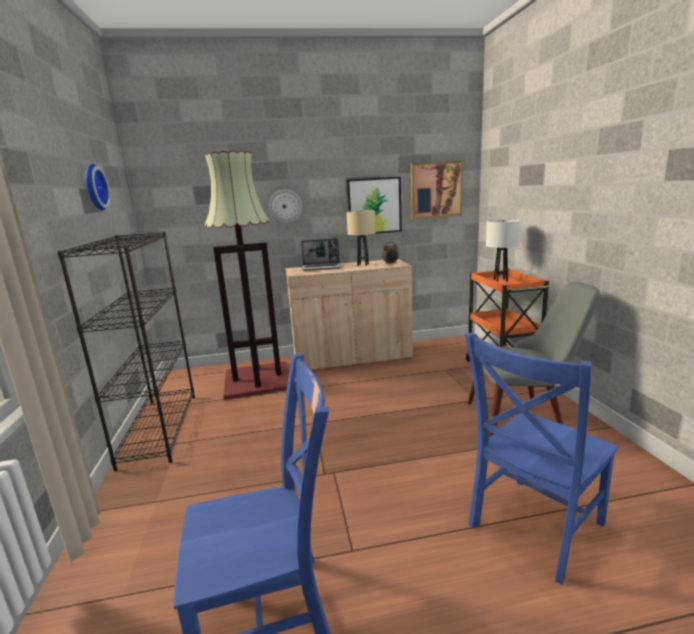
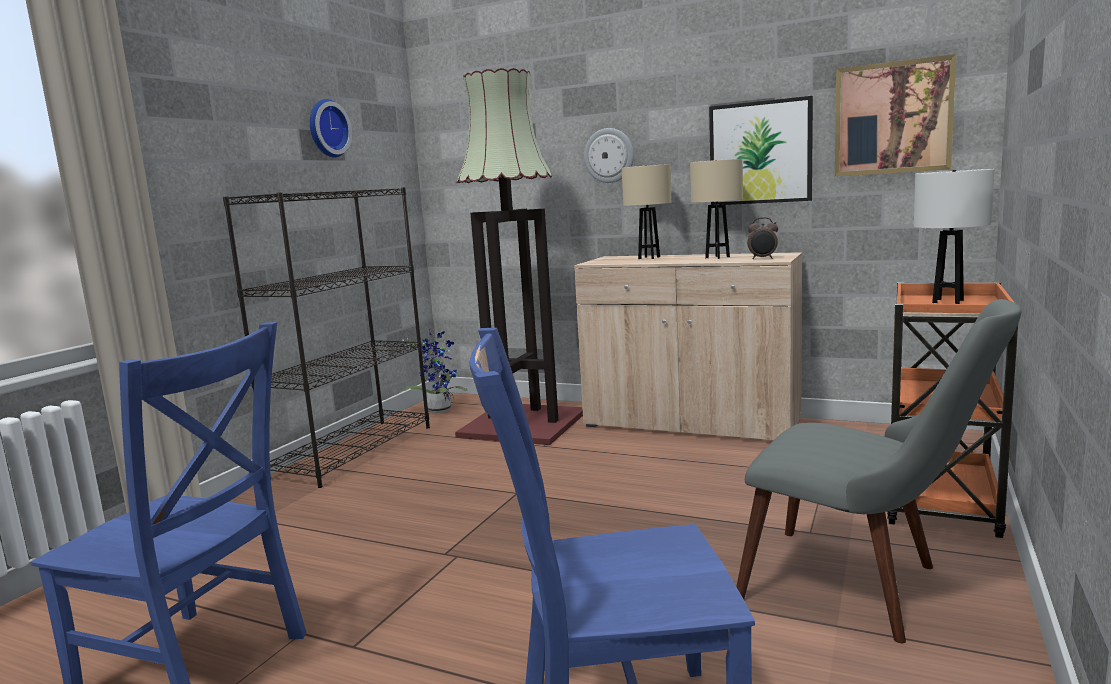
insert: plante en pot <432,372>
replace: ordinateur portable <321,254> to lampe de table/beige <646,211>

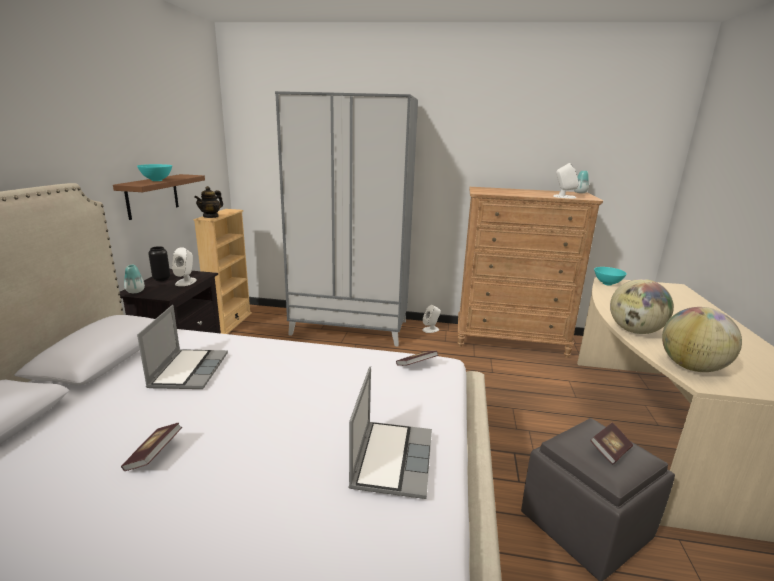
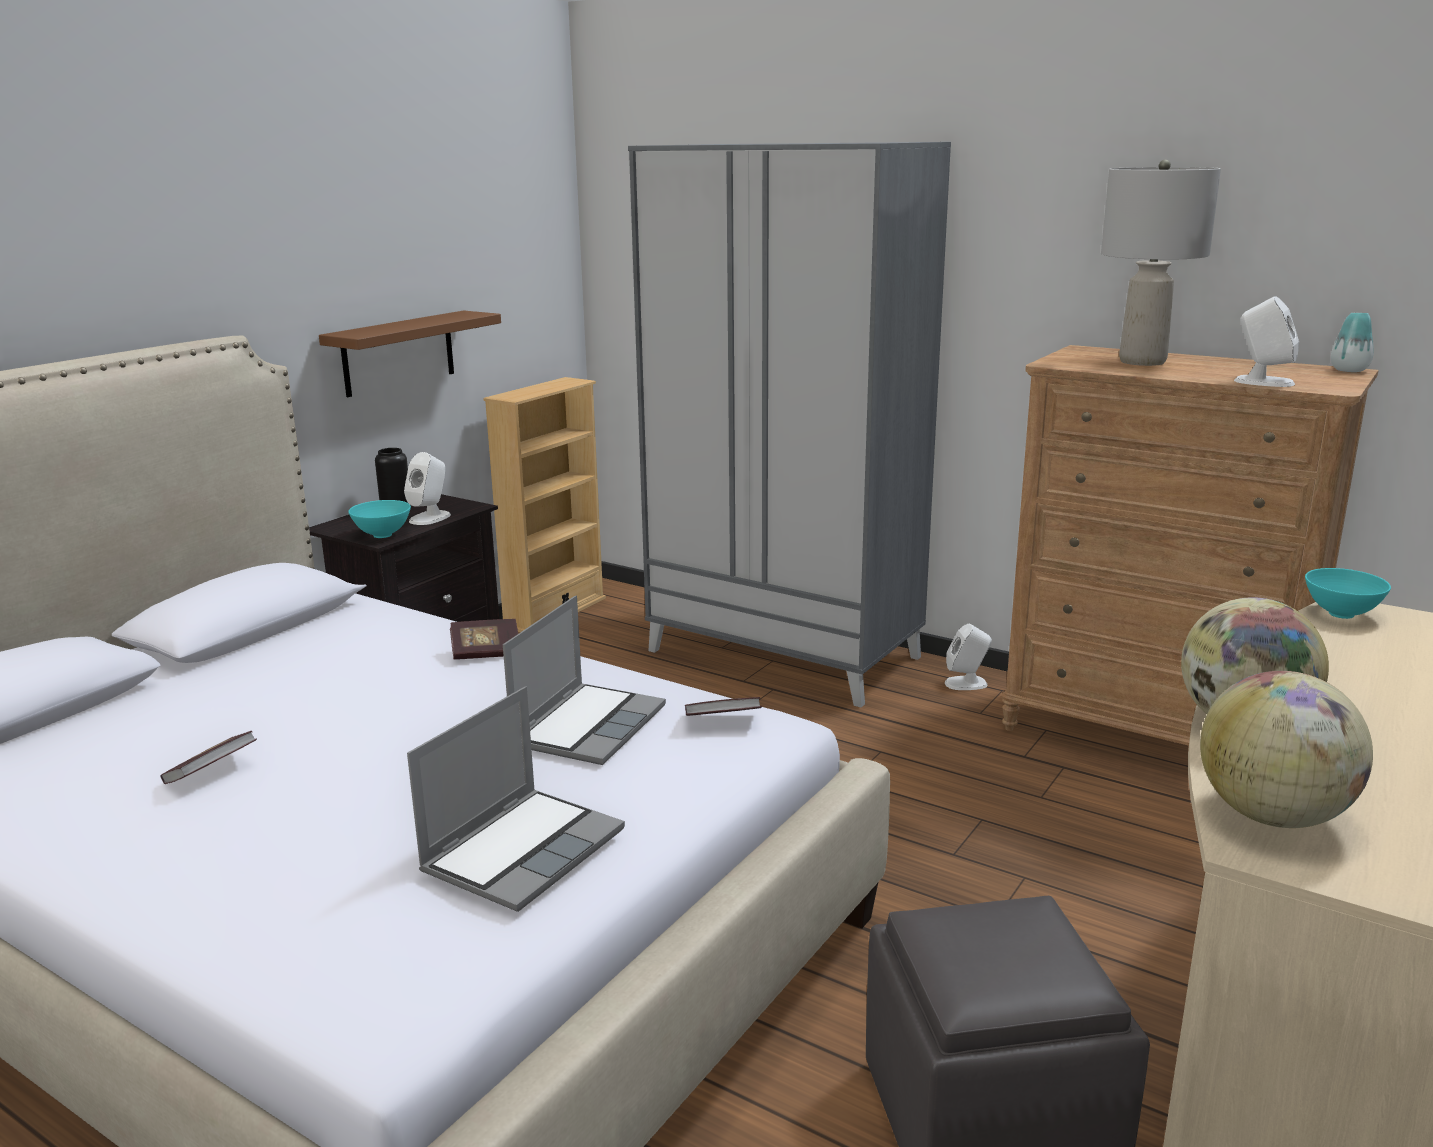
delete: vase <134,279>; théière <208,202>
insert: lampe de table/gris <1161,263>
move: bol/turquoise <154,172> to <379,519>; ordinateur portable <182,347> to <584,680>; livre <611,443> to <484,639>

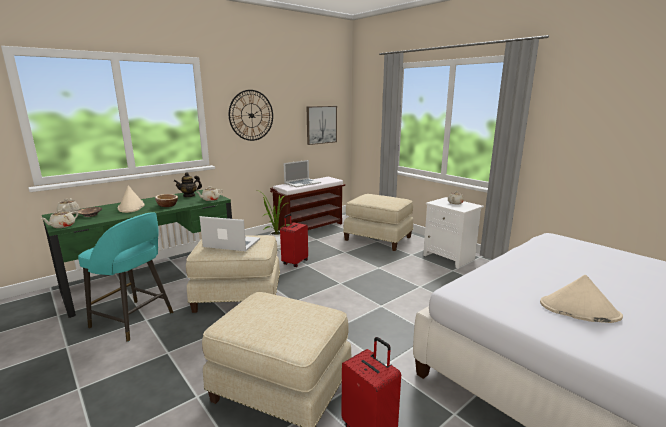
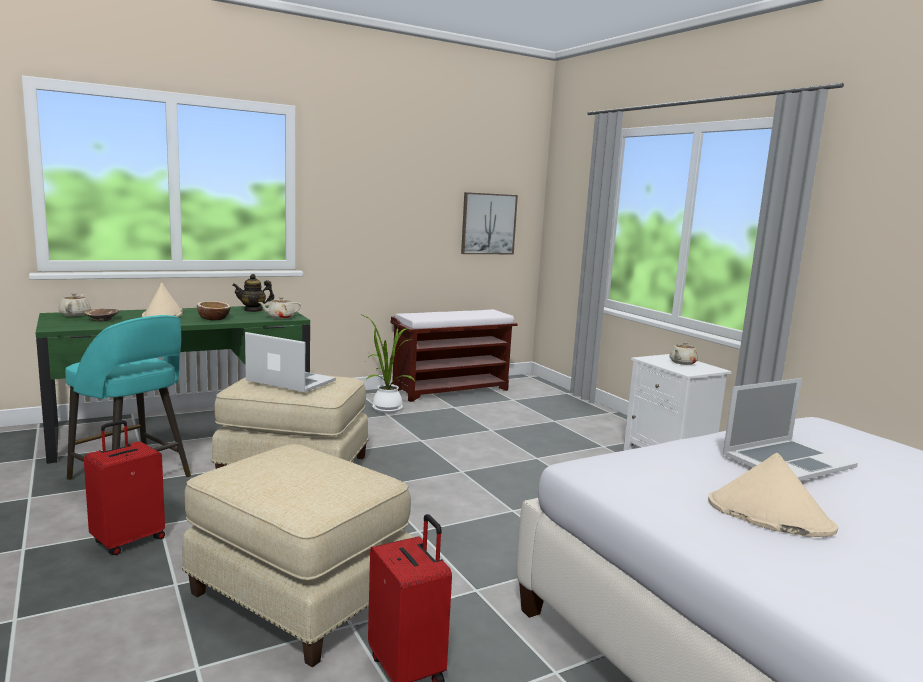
delete: théière/beige <59,219>; horloge murale <251,115>; pouf/beige <378,222>
move: valise/rouge <294,240> to <124,487>; ordinateur portable <302,173> to <790,429>

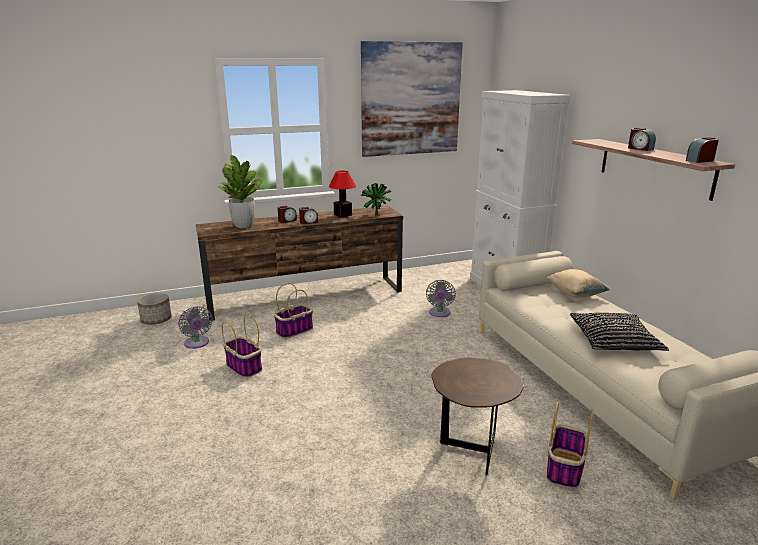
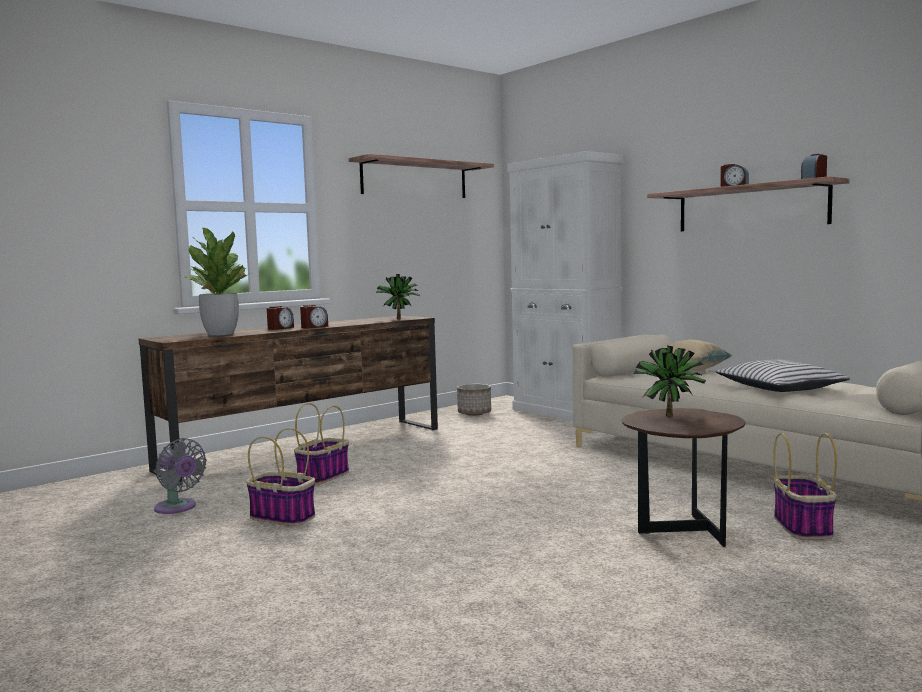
delete: lampe de table <342,194>; ventilateur/gris <441,298>
insert: plante en pot <670,381>
move: cache-pot <154,309> to <474,400>
replace: tableau <412,99> to étagère <421,176>
recolor: coussin/noir <619,332> to coussin/blanc <783,375>

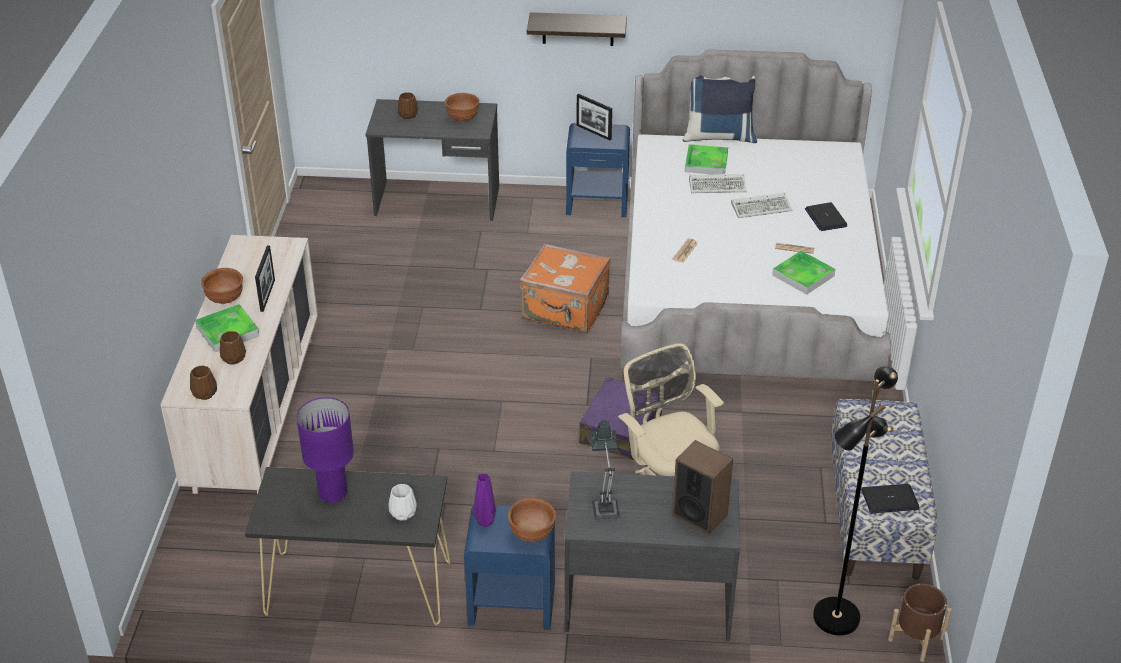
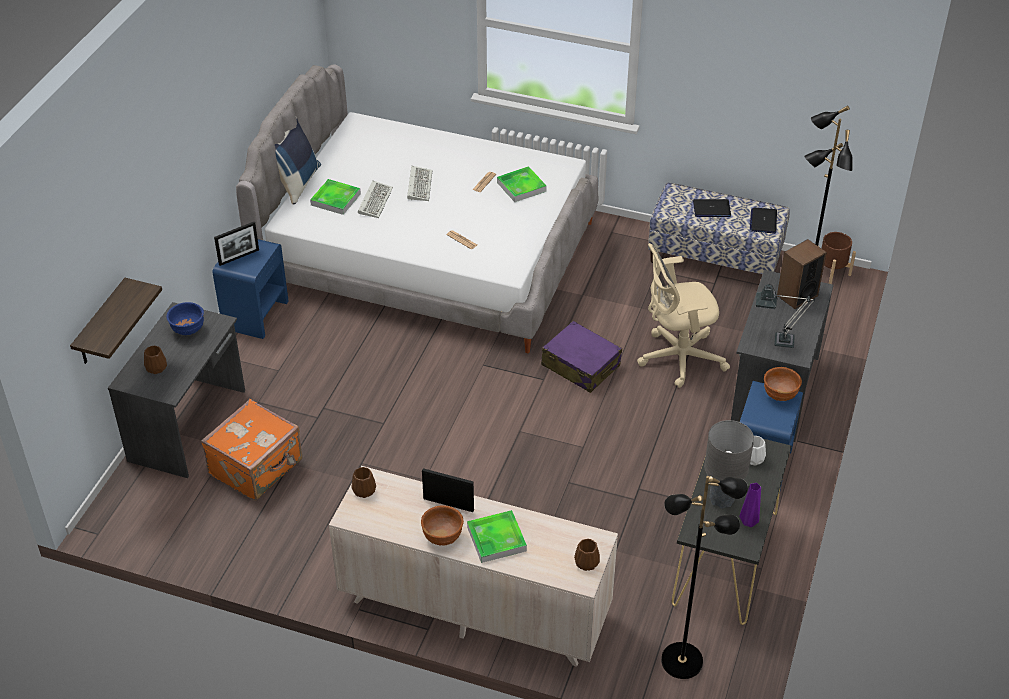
insert: lampadaire/noir <704,577>
move: vase/marron <233,348> to <364,482>; vase/violet <484,500> to <750,505>; valise/orange <565,288> to <252,450>; étagère <577,29> to <116,321>; ordinateur portable <826,216> to <712,208>
recolor: lampe de table/violet <325,450> to lampe de table/gris <729,464>; bol/marron <462,107> to bol/bleu <185,318>

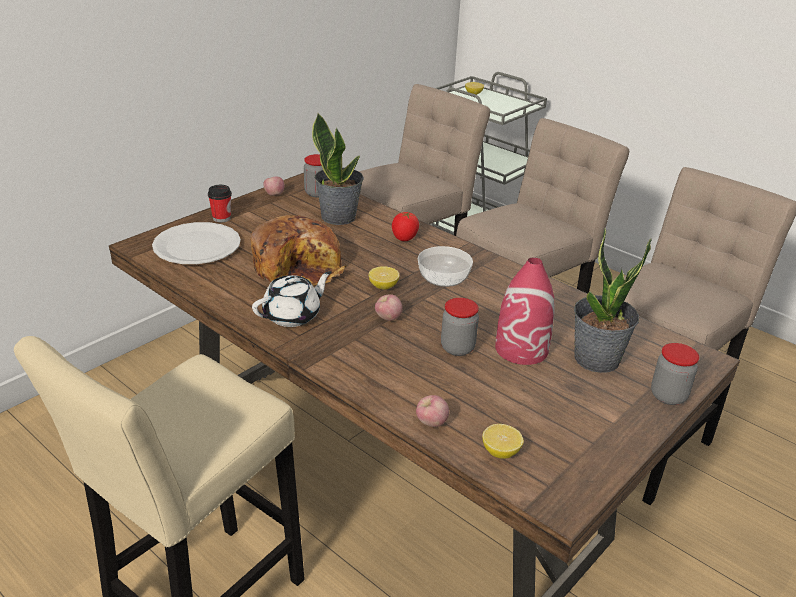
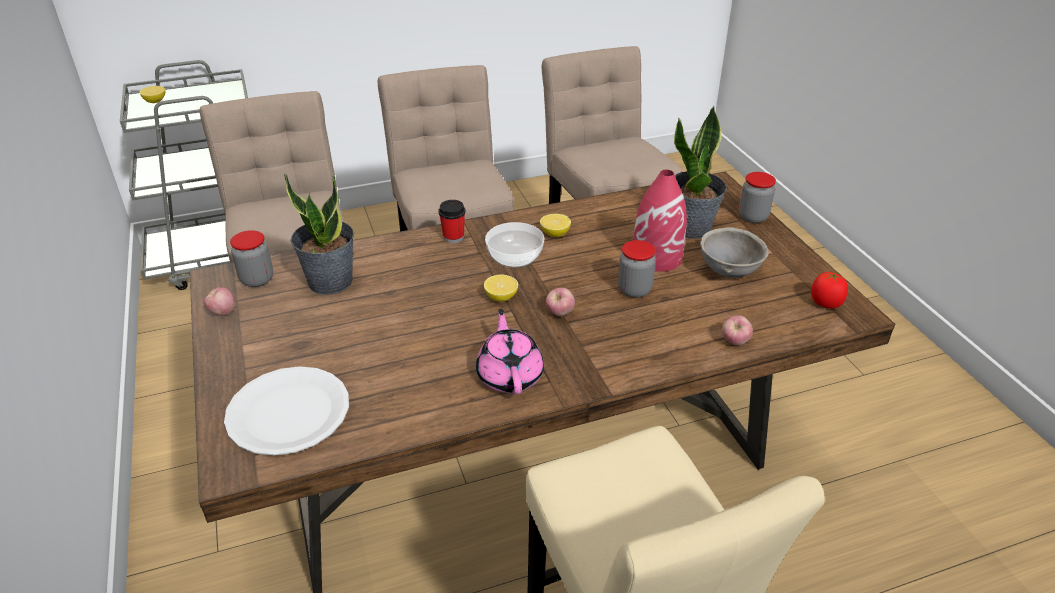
delete: pain <298,250>
insert: bol/gris <734,252>
move: tasse <220,203> to <452,221>; tomate <405,226> to <829,290>; citron <503,441> to <555,225>
recolor: théière/blanc <292,299> to théière/rose <510,352>

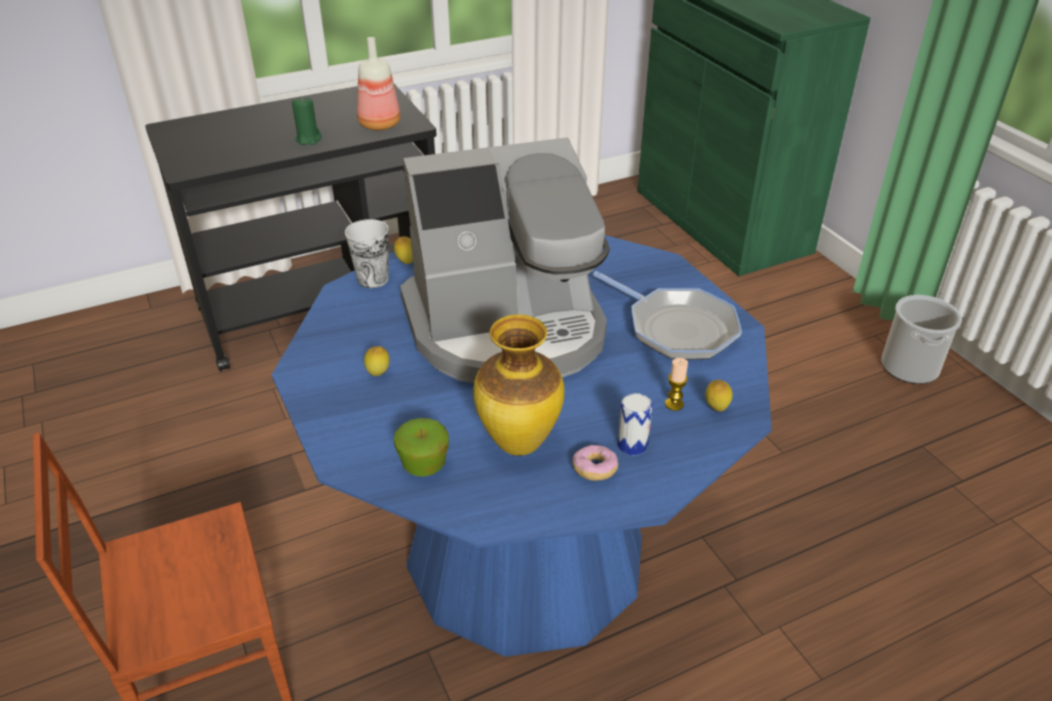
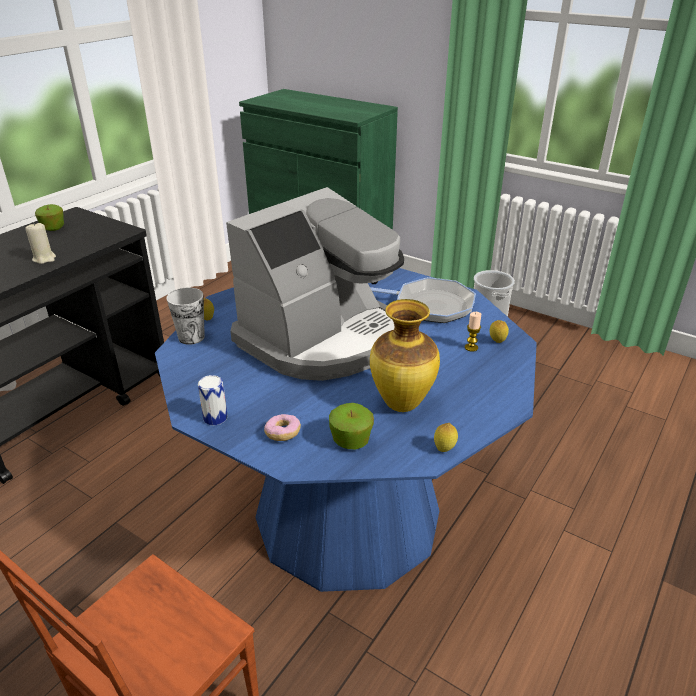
delete: bouteille <378,83>
insert: pomme <49,217>
move: citron <377,361> to <446,437>; beignet <595,463> to <282,427>; boîte métallique <635,424> to <213,400>
recolor: bougie/vert <307,120> to bougie/beige <40,243>

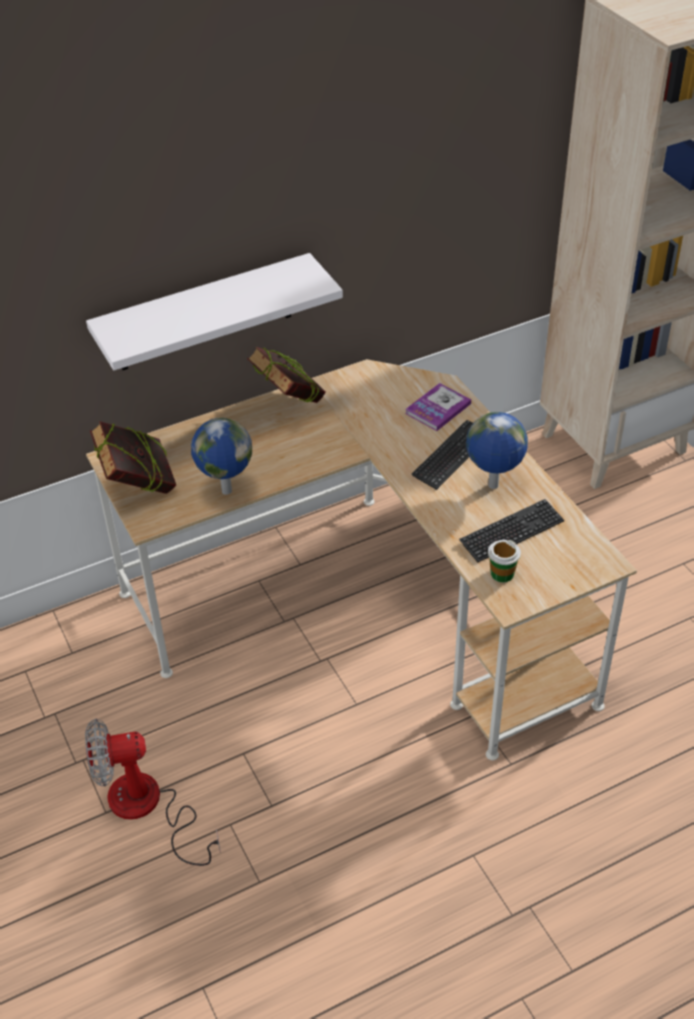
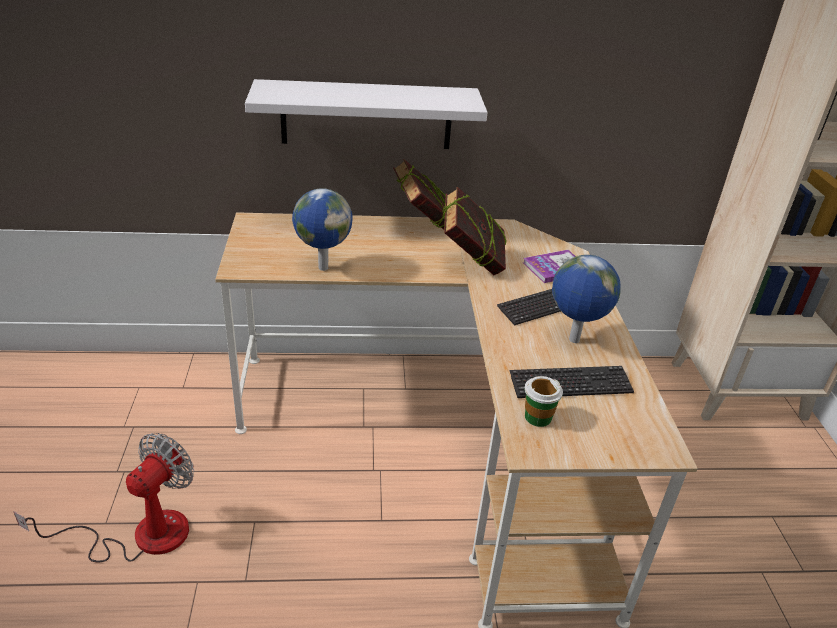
move: livre <133,457> to <475,231>
rotate: ventilateur <153,792> = <103,497> 105 degrees clockwise

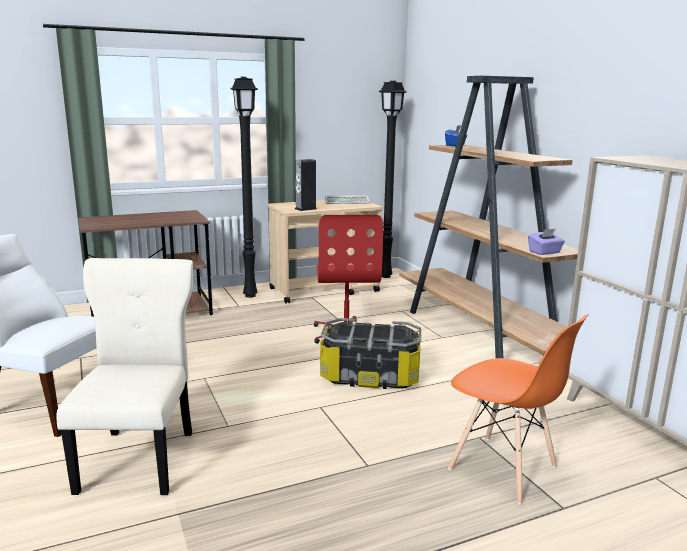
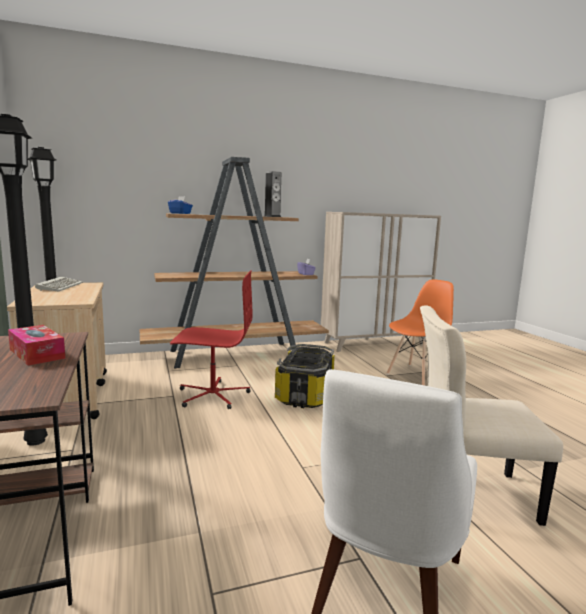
insert: boîte à mouchoirs <37,345>
move: enceinte <306,185> to <272,194>

